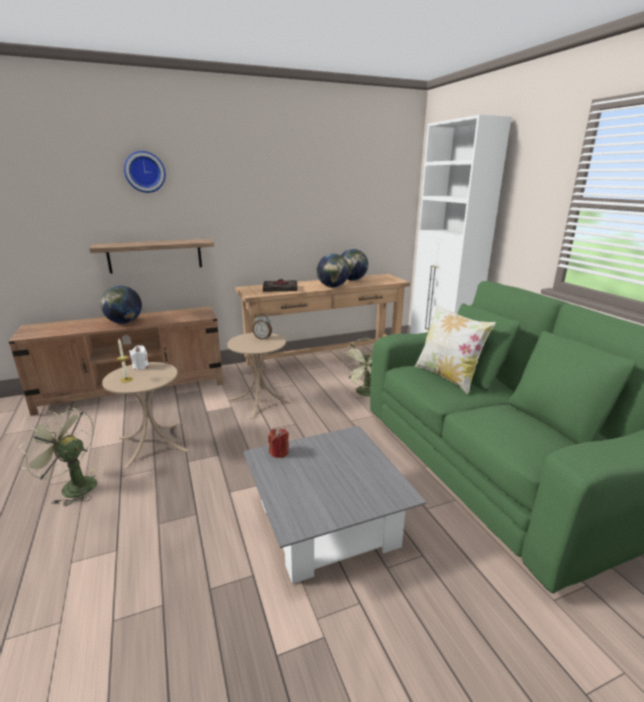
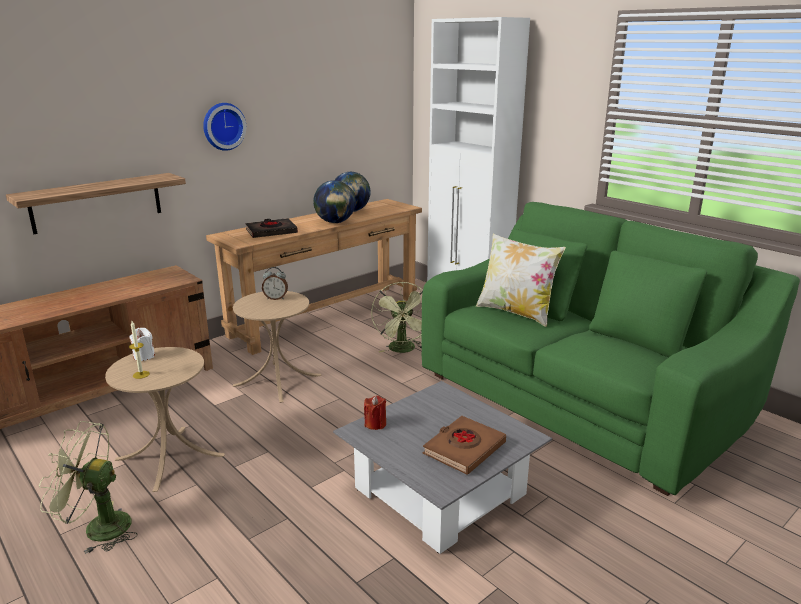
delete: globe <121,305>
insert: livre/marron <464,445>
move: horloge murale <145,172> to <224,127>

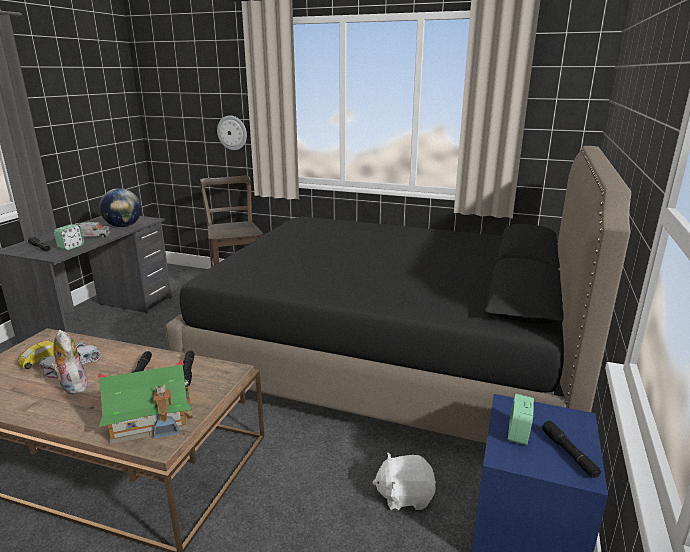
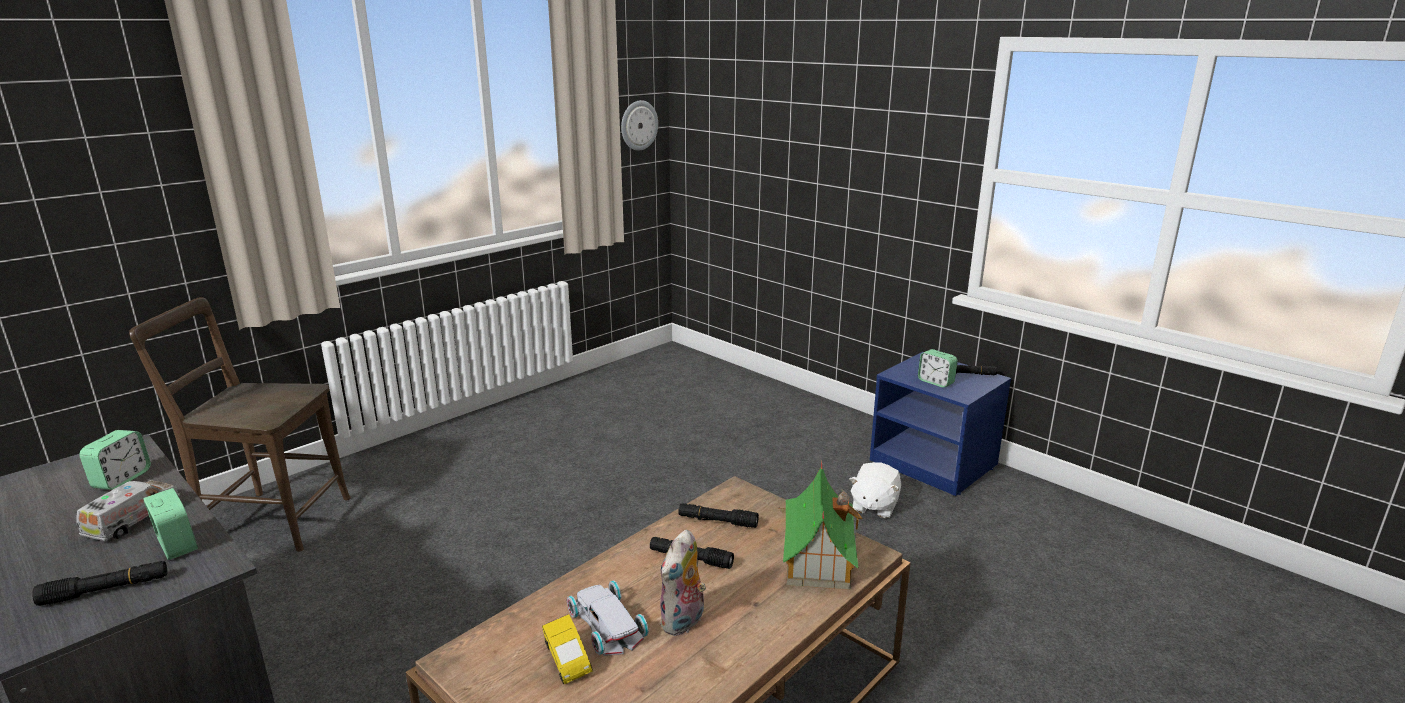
delete: lit/noir <398,294>
move: horloge murale <232,132> to <639,125>
replace: globe <120,207> to réveil <115,460>
rotate: peluche <70,362> = <682,583> 45 degrees counterclockwise

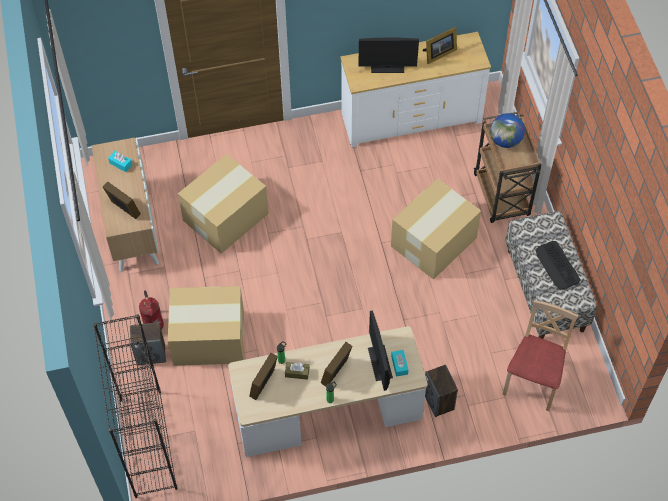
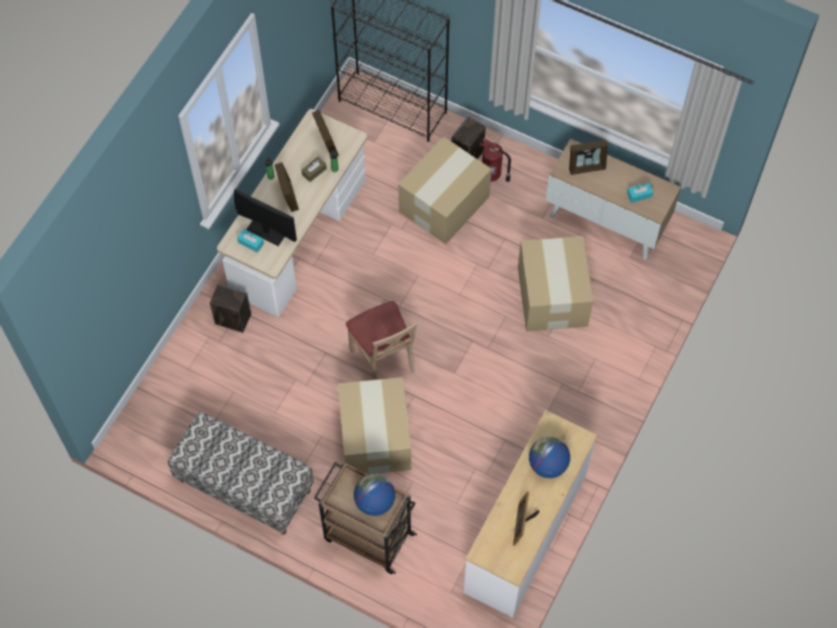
delete: clavier <558,265>
move: chaise/beige <540,355> to <381,340>
replace: écran d'ordinateur <389,55> to globe <549,457>

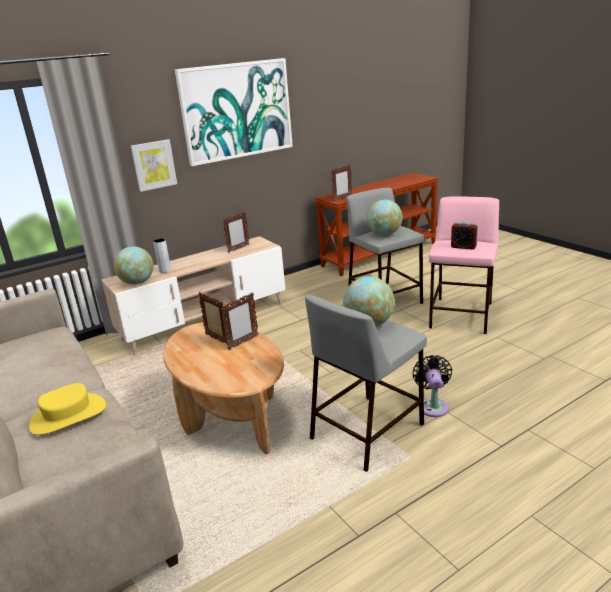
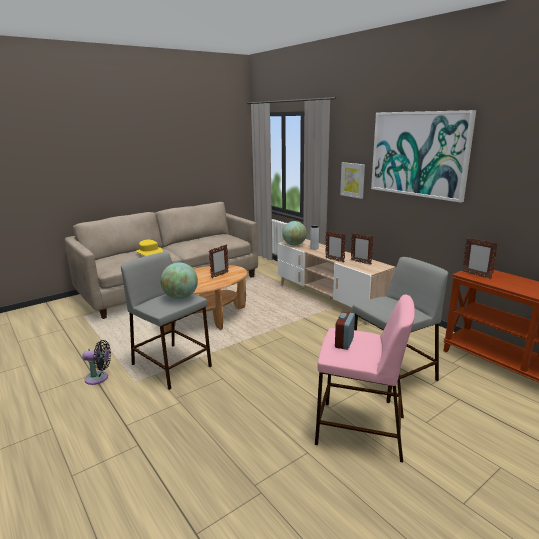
delete: globe <385,217>
move: cadre photo <239,321> to <335,247>; ventilateur/noir <432,386> to <96,362>

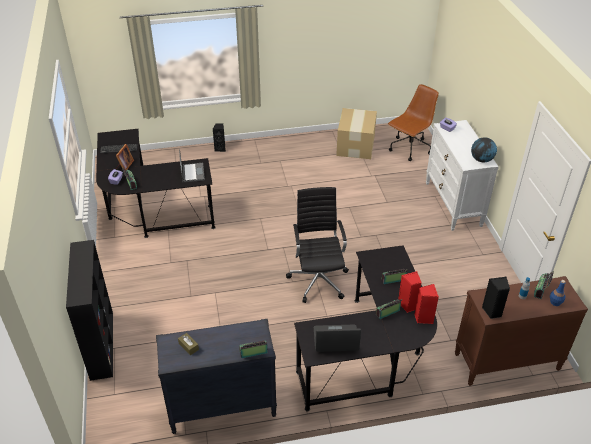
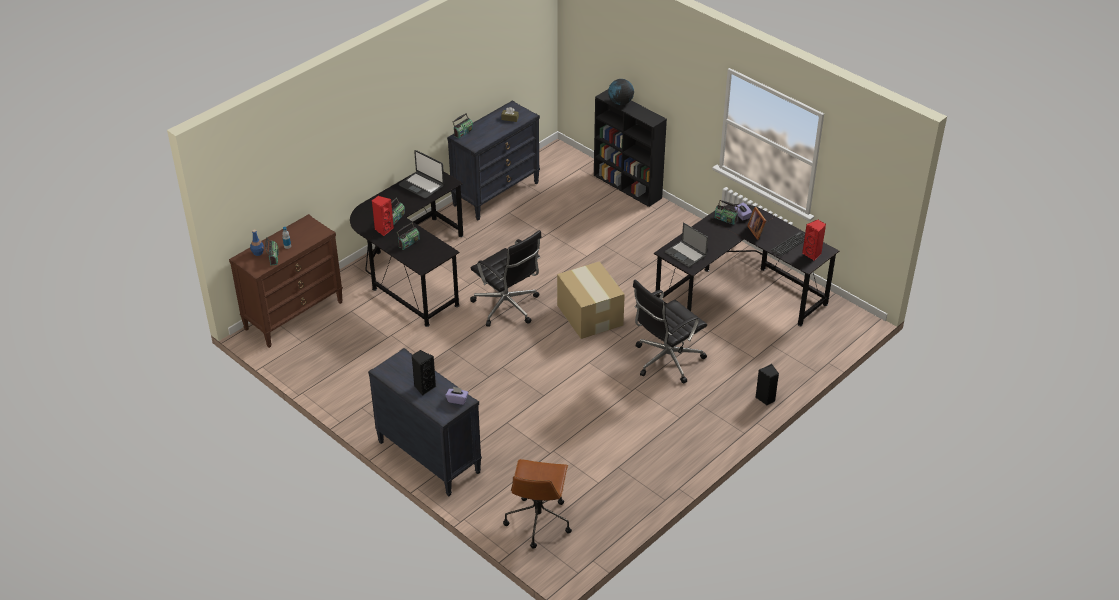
insert: chaise de bureau/noir <670,331>
move: carton <356,133> to <591,300>; enceinte/rouge <427,304> to <814,240>; globe <484,149> to <621,92>; enceinte/noir <496,298> to <423,373>
recolor: commode/blanc <462,175> to commode/noir <425,422>
rotate: ordinateur portable <337,338> = <421,174> 75 degrees clockwise

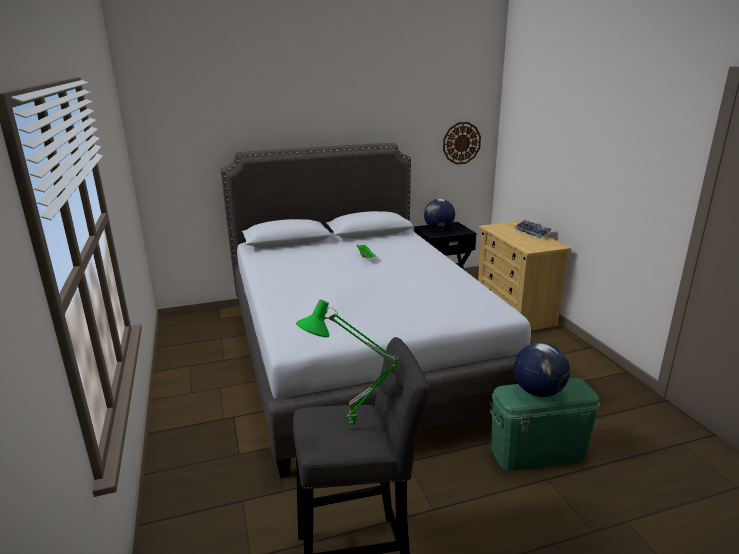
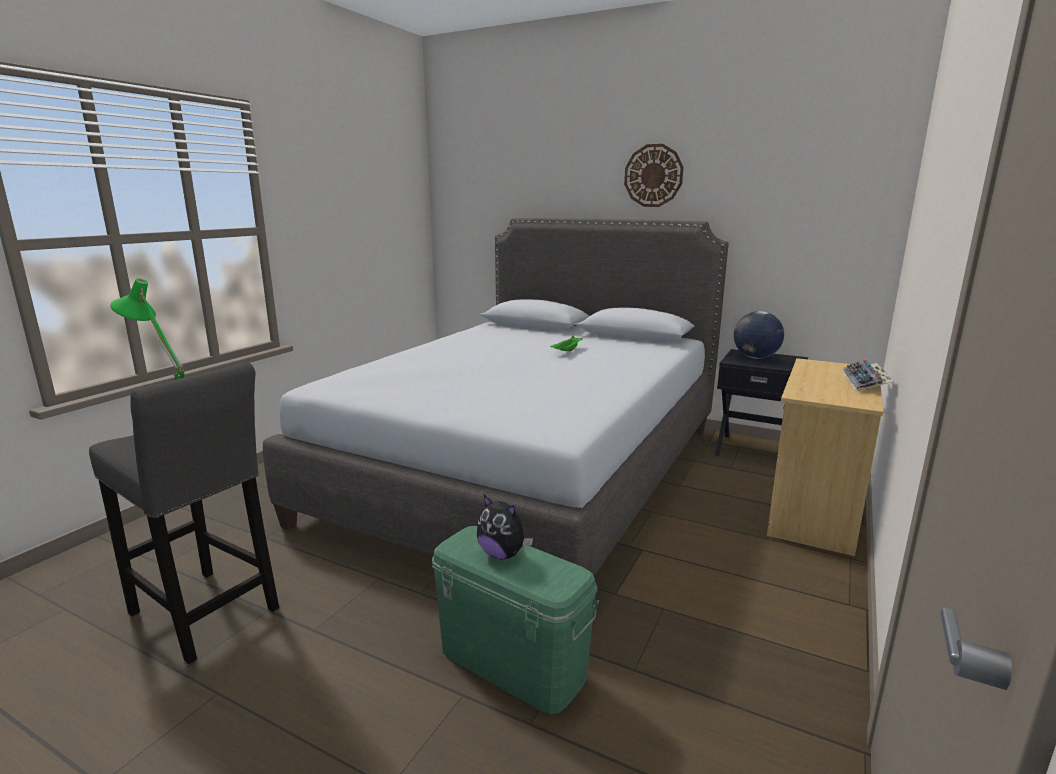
move: horloge murale <462,143> to <654,175>
replace: globe <542,369> to peluche <505,527>

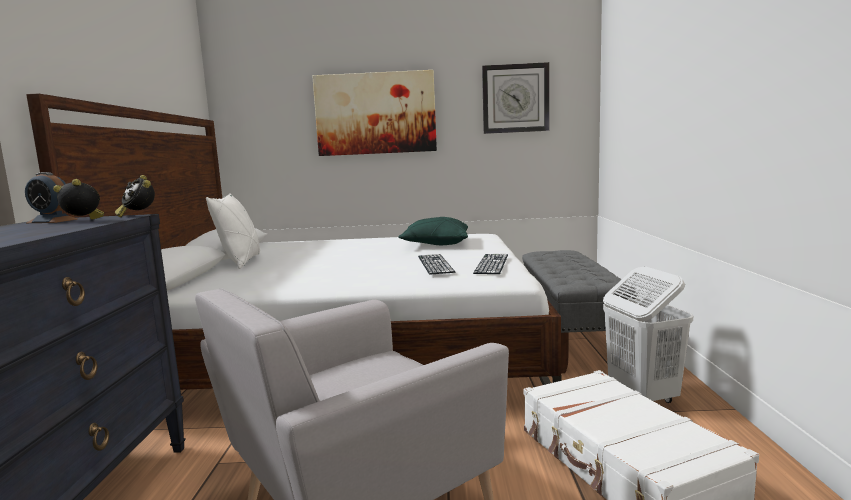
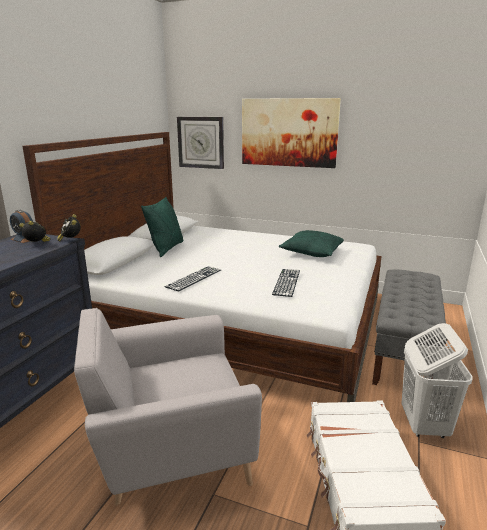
move: clavier <490,264> to <193,279>; horloge murale <515,98> to <200,143>
recolor: coussin/blanc <233,231> to coussin/vert <162,227>

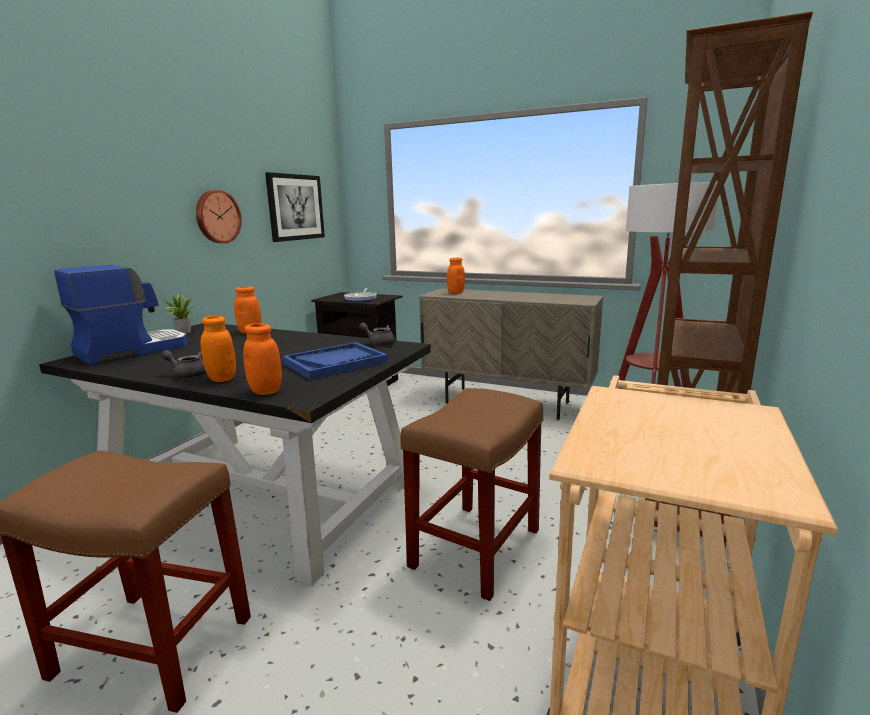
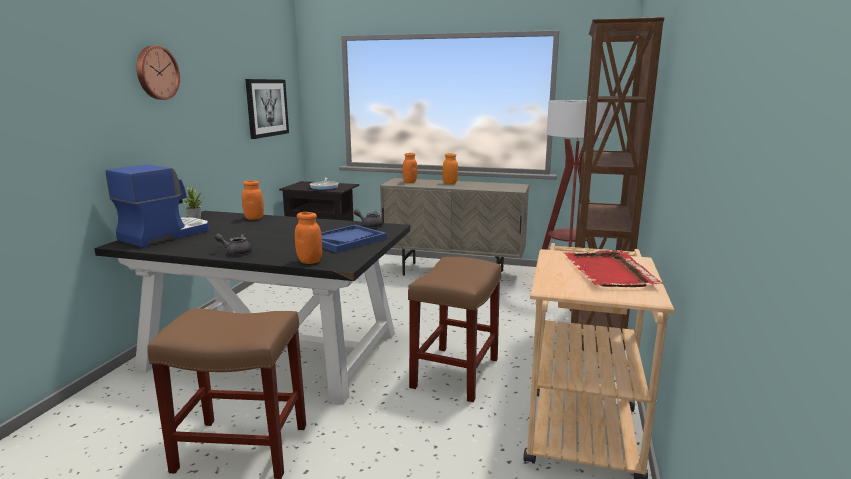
insert: plateau/rouge <613,268>
move: horloge murale <219,216> to <158,72>; bocal/orange <218,349> to <450,168>

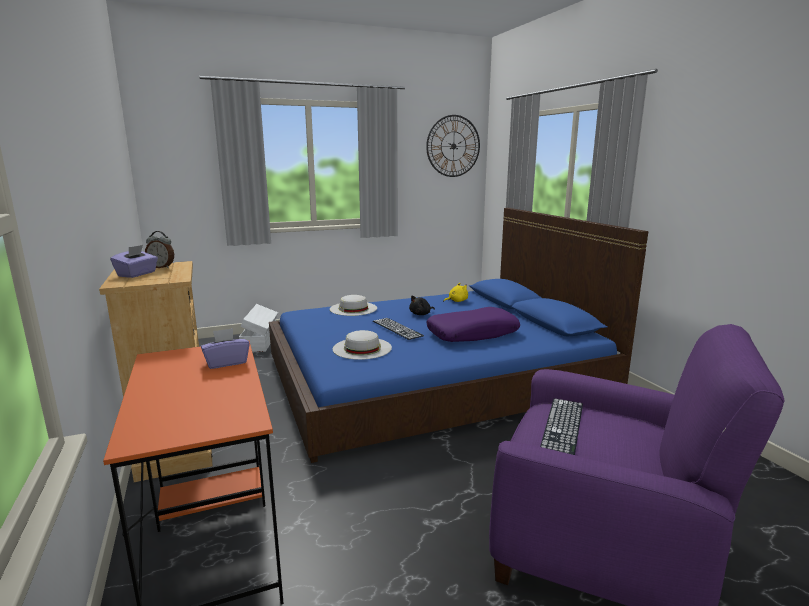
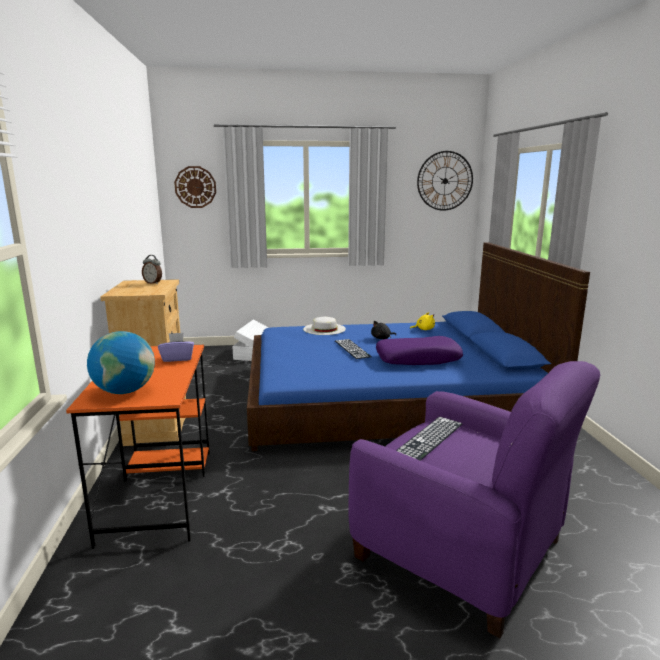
delete: boîte à mouchoirs/violet <134,261>; chapeau/blanc <362,345>
insert: globe <121,362>; horloge murale <195,187>

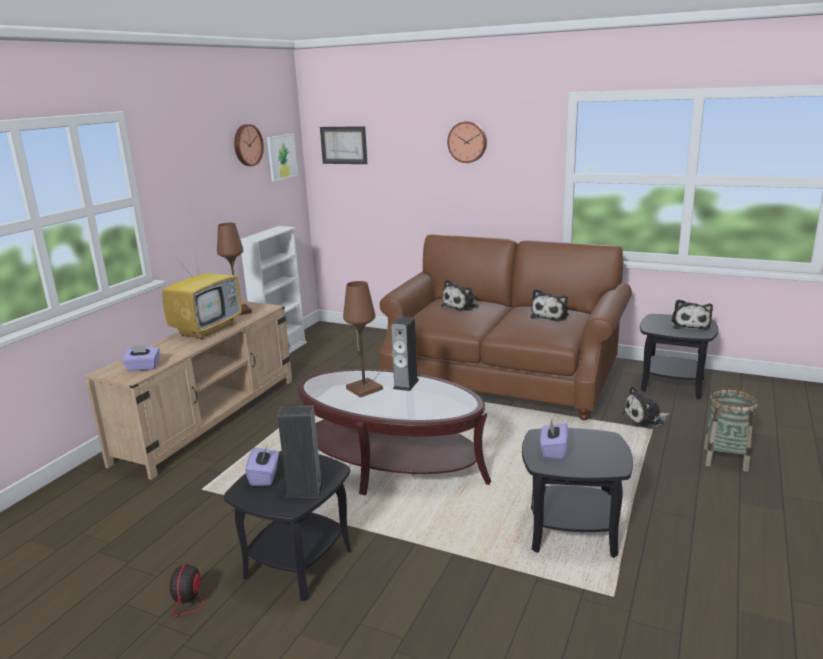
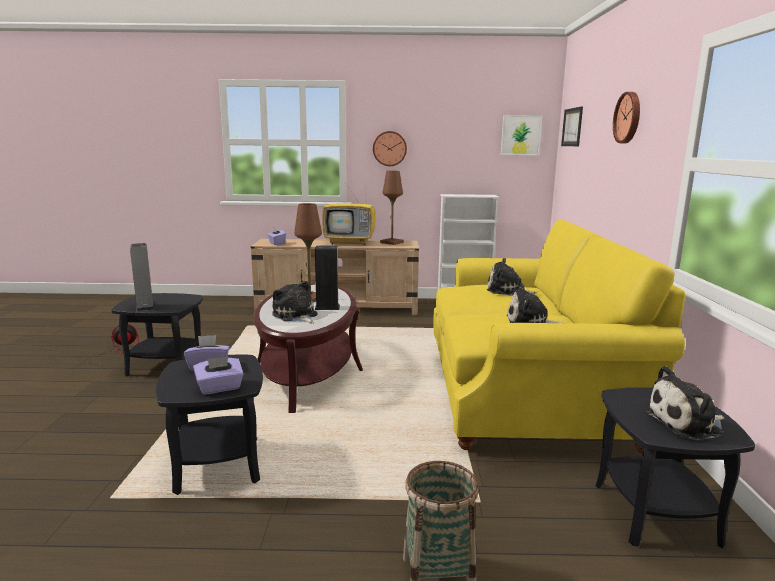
move: horloge murale <249,145> to <390,148>; boîte à mouchoirs/violet <262,465> to <218,376>; peluche <645,407> to <294,302>
recolor: canapé/marron <506,327> to canapé/jaune <559,336>

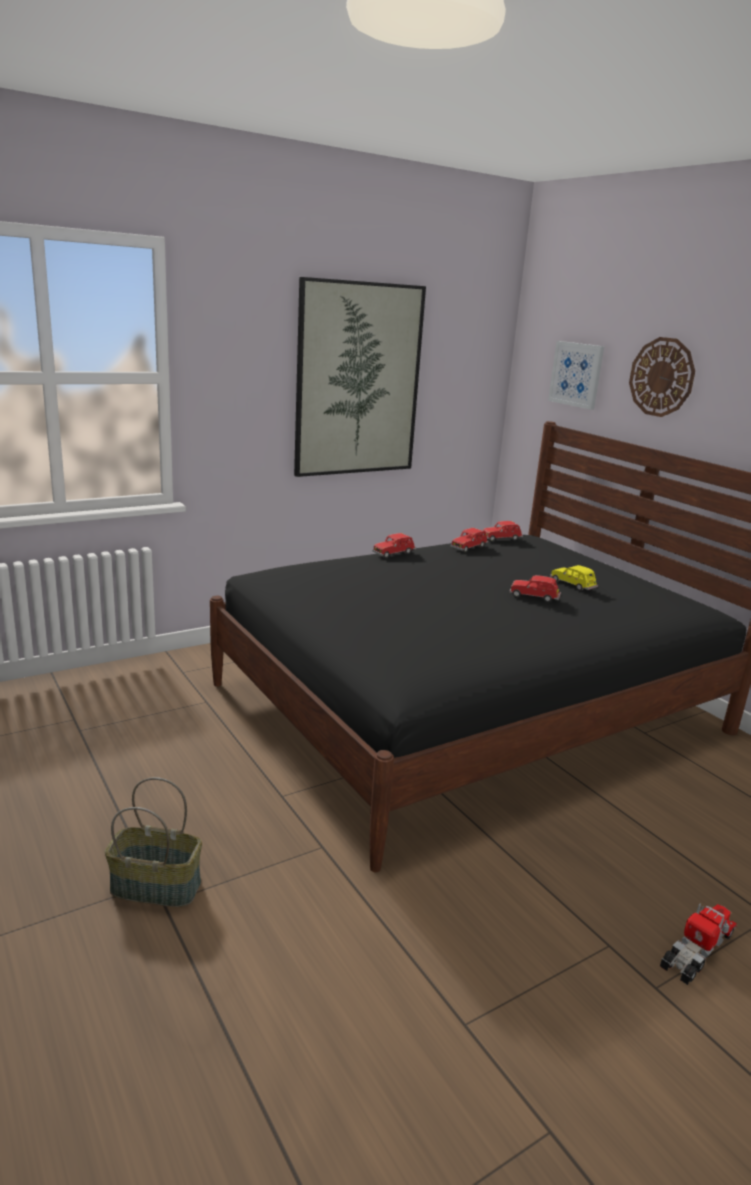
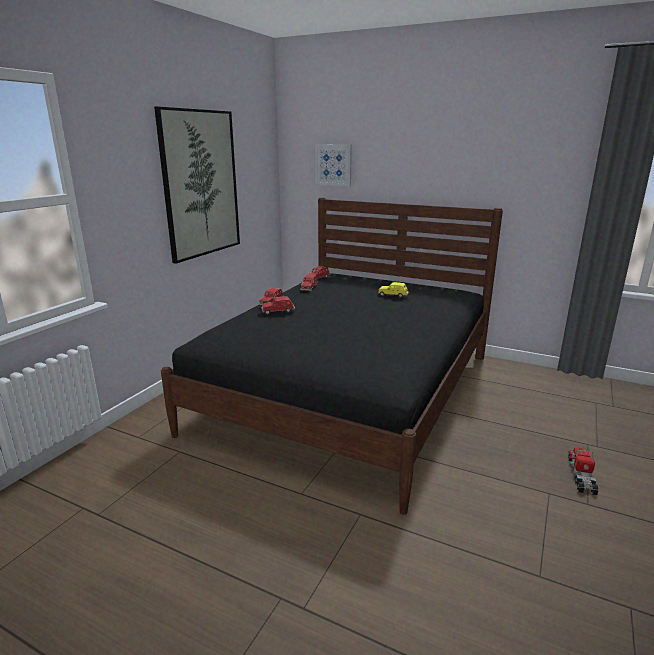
delete: panier <153,842>; horloge murale <662,377>
move: petite voiture/rouge <535,588> to <278,306>

